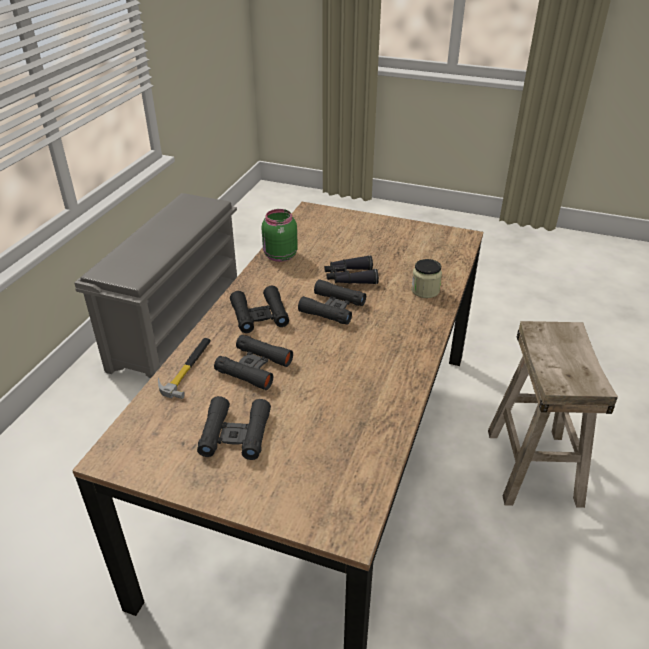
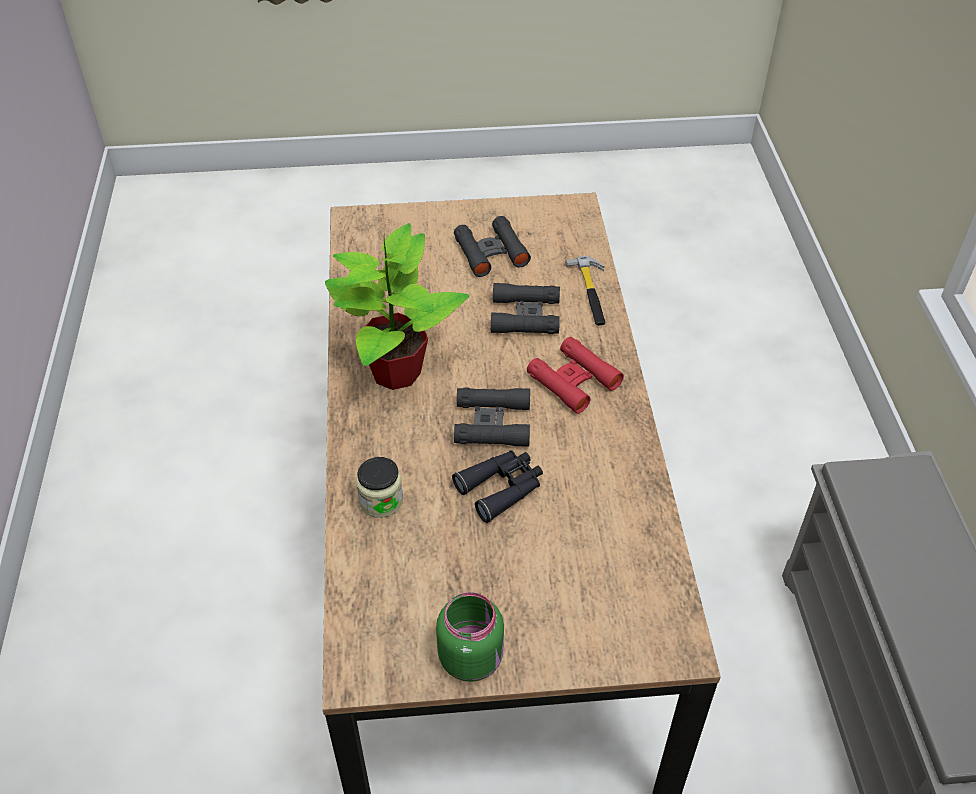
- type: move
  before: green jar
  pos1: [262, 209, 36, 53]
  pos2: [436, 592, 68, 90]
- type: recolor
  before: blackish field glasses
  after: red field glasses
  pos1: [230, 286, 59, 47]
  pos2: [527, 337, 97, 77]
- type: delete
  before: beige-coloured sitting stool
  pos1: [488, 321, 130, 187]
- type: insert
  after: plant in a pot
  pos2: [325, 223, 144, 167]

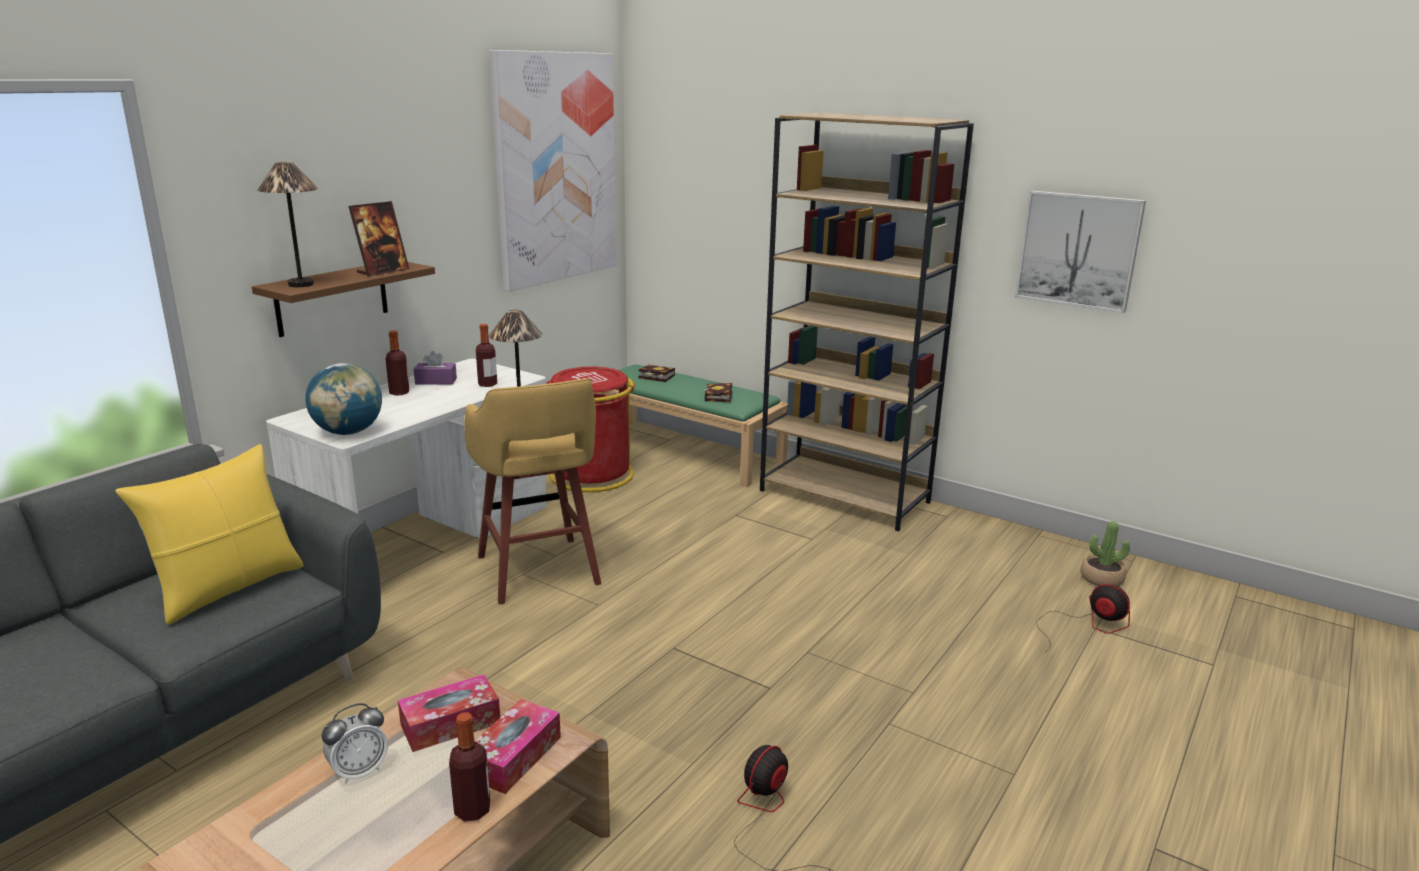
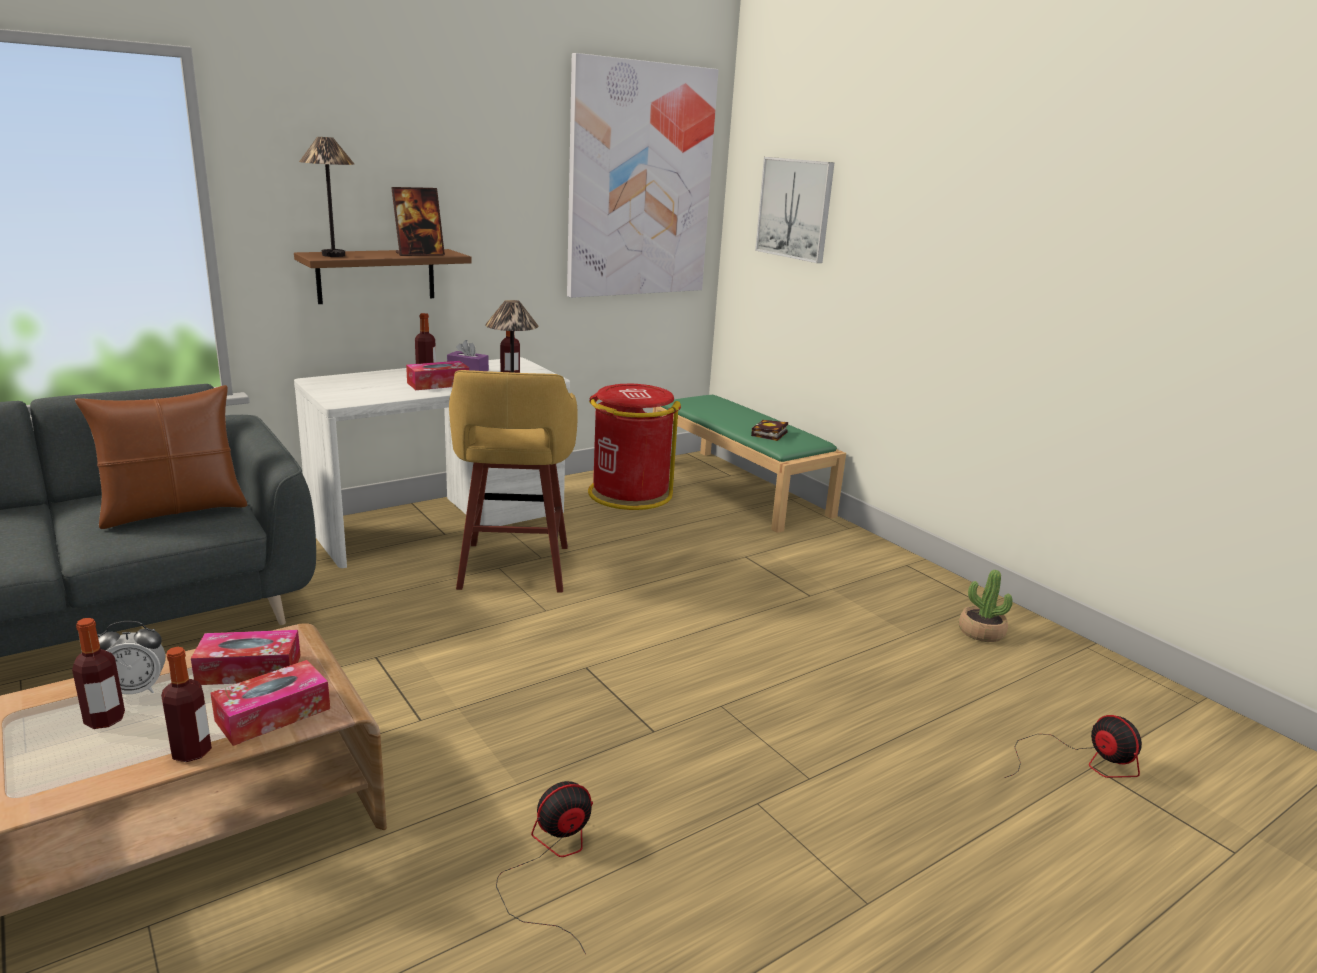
- type: delete
  before: brownish bookshelf
  pos1: [760, 113, 214, 418]
- type: move
  before: picture
  pos1: [1015, 191, 131, 122]
  pos2: [755, 157, 79, 106]
- type: delete
  before: globe
  pos1: [305, 363, 77, 72]
- type: delete
  before: bound book
  pos1: [639, 365, 36, 17]
- type: recolor
  before: yellow-coloured pillow
  after: brownish pillow
  pos1: [115, 444, 189, 181]
  pos2: [75, 385, 172, 144]
- type: move
  before: plant in a pot
  pos1: [1080, 521, 50, 65]
  pos2: [959, 570, 54, 72]
- type: insert
  after: box of tissues
  pos2: [406, 361, 63, 29]
- type: insert
  after: drink bottle
  pos2: [72, 618, 53, 111]

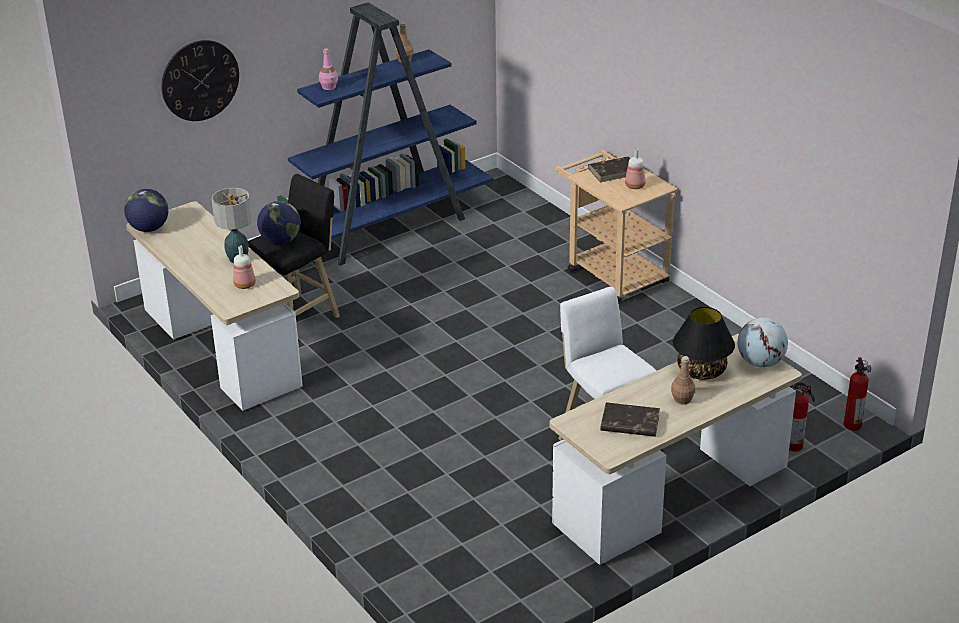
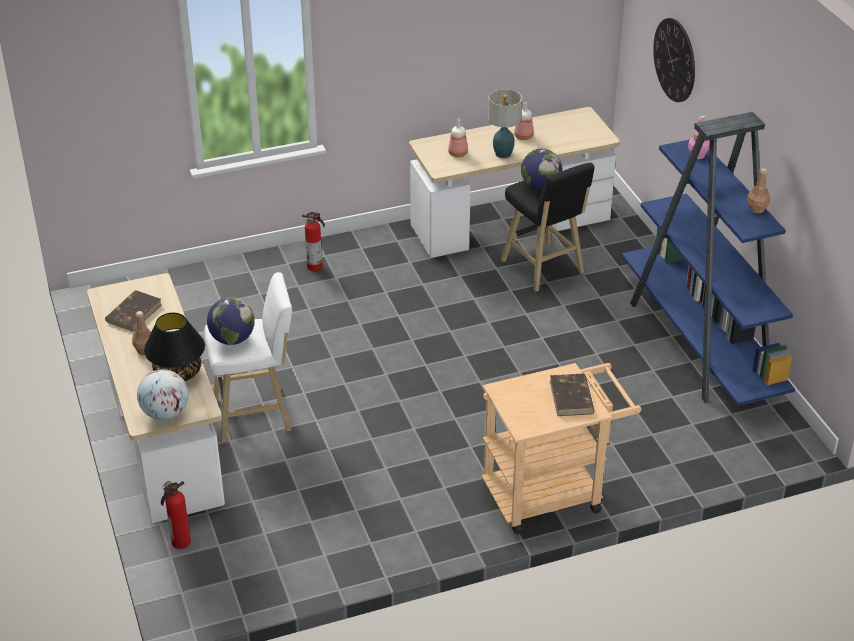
- type: move
  before: drink bottle
  pos1: [625, 148, 20, 41]
  pos2: [514, 102, 19, 38]
- type: move
  before: globe
  pos1: [124, 189, 44, 43]
  pos2: [207, 297, 48, 48]
- type: move
  before: fire extinguisher
  pos1: [844, 357, 27, 74]
  pos2: [302, 212, 23, 59]

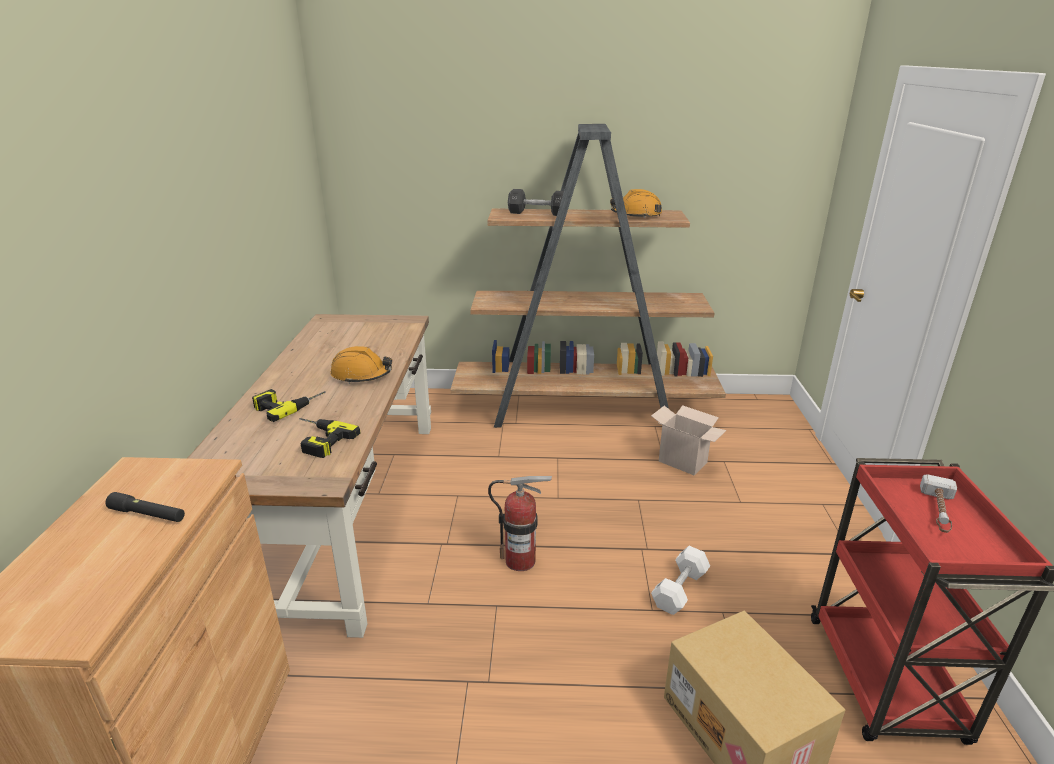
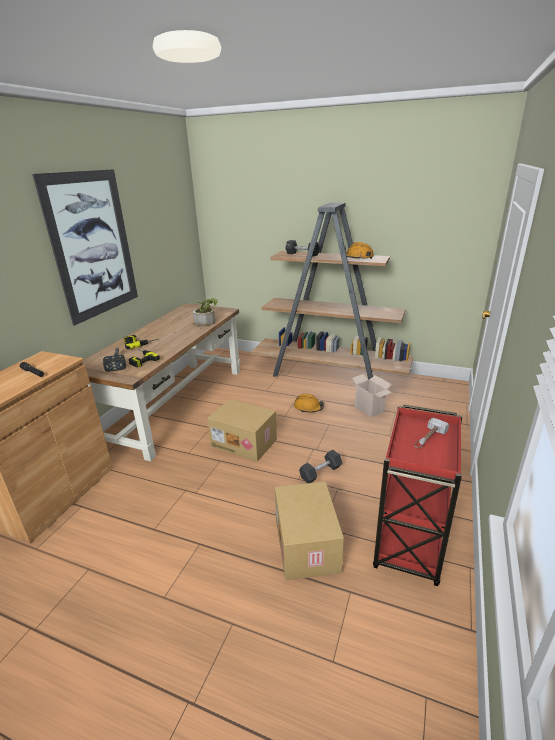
- type: move
  before: orange-coloured work helmet
  pos1: [331, 346, 61, 38]
  pos2: [294, 394, 30, 19]
- type: replace
  before: fire extinguisher
  after: carton
  pos1: [488, 476, 64, 95]
  pos2: [207, 399, 70, 63]
- type: recolor
  before: white-coloured free weight
  after: blackish free weight
  pos1: [651, 546, 59, 69]
  pos2: [299, 450, 43, 33]
- type: insert
  after: picture
  pos2: [32, 169, 106, 157]
- type: insert
  after: plant in a pot
  pos2: [193, 298, 25, 29]
- type: insert
  after: tool hammer
  pos2: [103, 348, 23, 24]

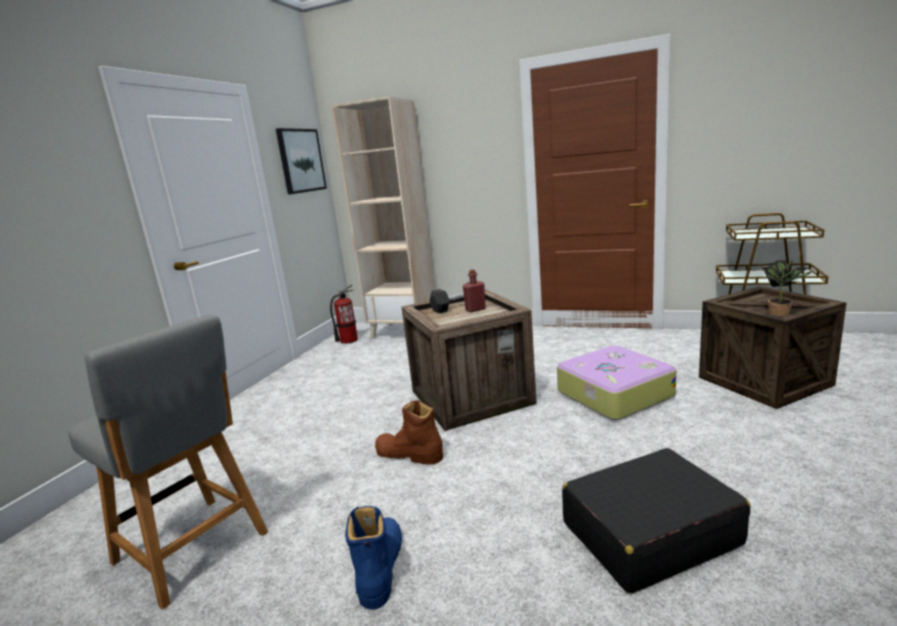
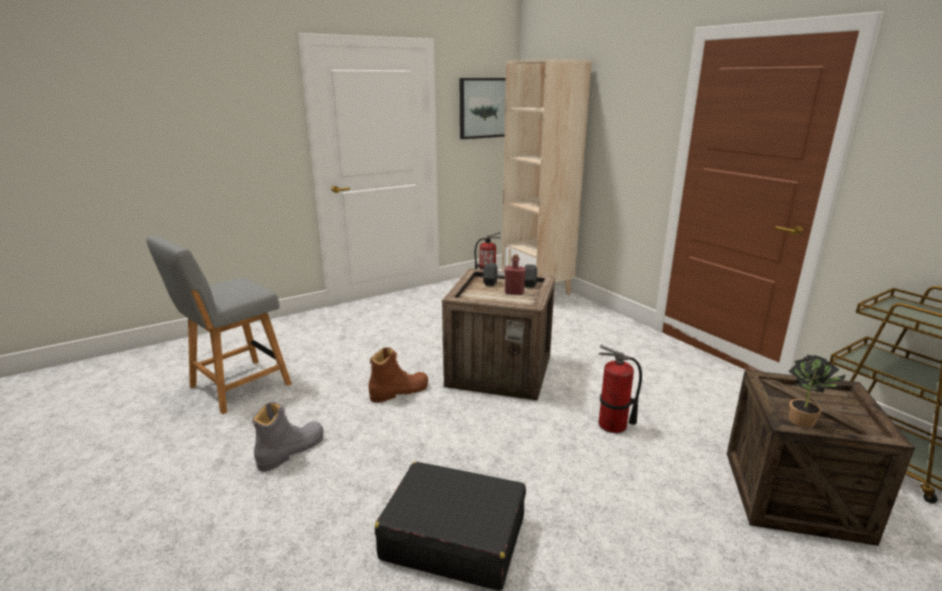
- type: rotate
  before: greyish chair
  pos1: [68, 315, 200, 295]
  pos2: [146, 235, 146, 179]
  turn: 60
- type: replace
  before: suitcase
  after: fire extinguisher
  pos1: [557, 346, 119, 74]
  pos2: [598, 345, 44, 88]
- type: rotate
  before: brownish tall boot
  pos1: [375, 400, 68, 64]
  pos2: [368, 348, 60, 55]
  turn: 90
- type: recolor
  before: bluish tall boot
  after: greyish tall boot
  pos1: [345, 506, 57, 103]
  pos2: [252, 402, 72, 70]

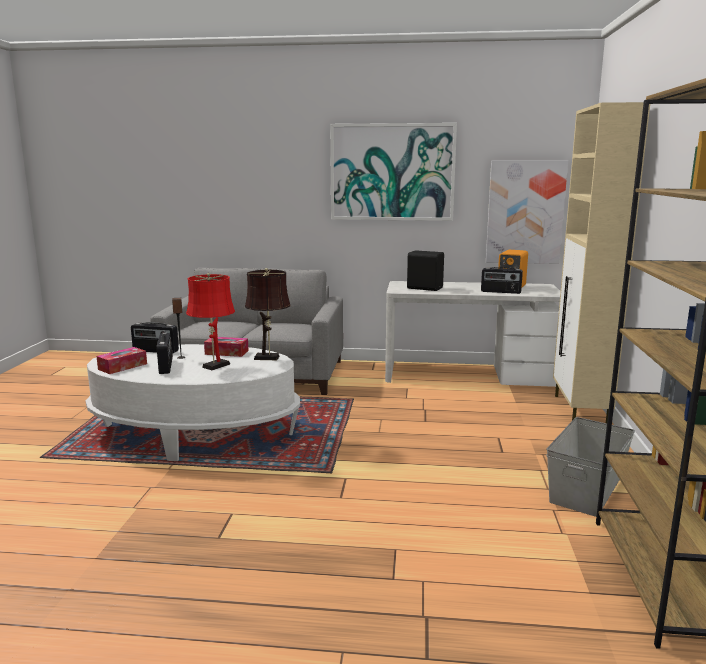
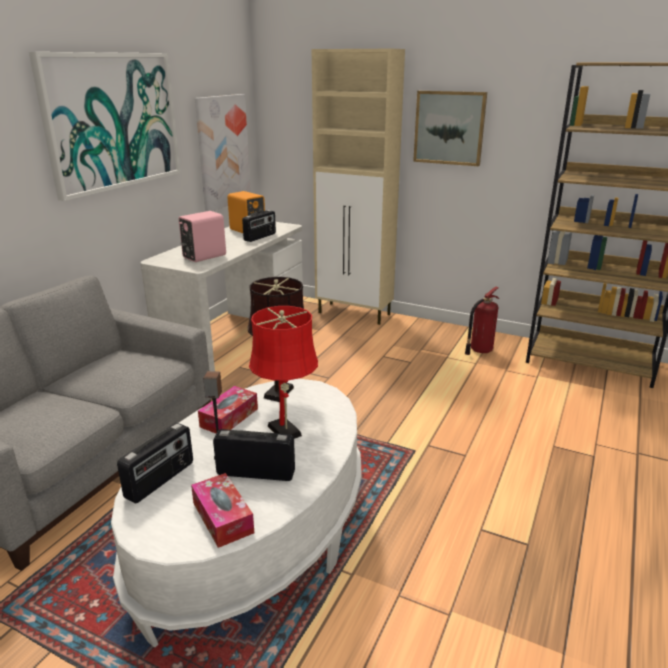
- type: recolor
  before: blackish loudspeaker
  after: pink loudspeaker
  pos1: [407, 250, 37, 41]
  pos2: [179, 211, 47, 51]
- type: replace
  before: greyish storage bin
  after: fire extinguisher
  pos1: [546, 417, 89, 100]
  pos2: [465, 287, 34, 68]
- type: insert
  after: picture
  pos2: [413, 91, 74, 75]

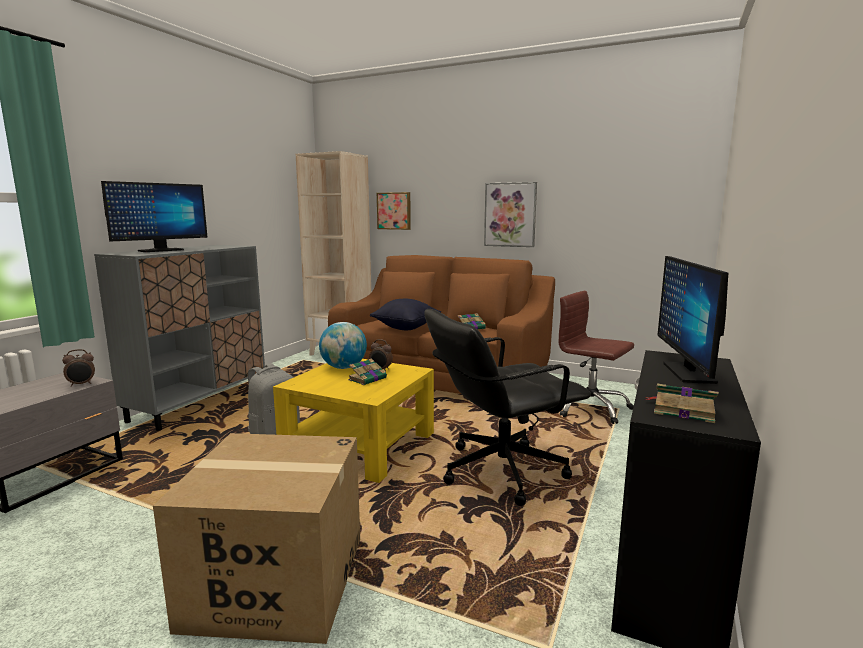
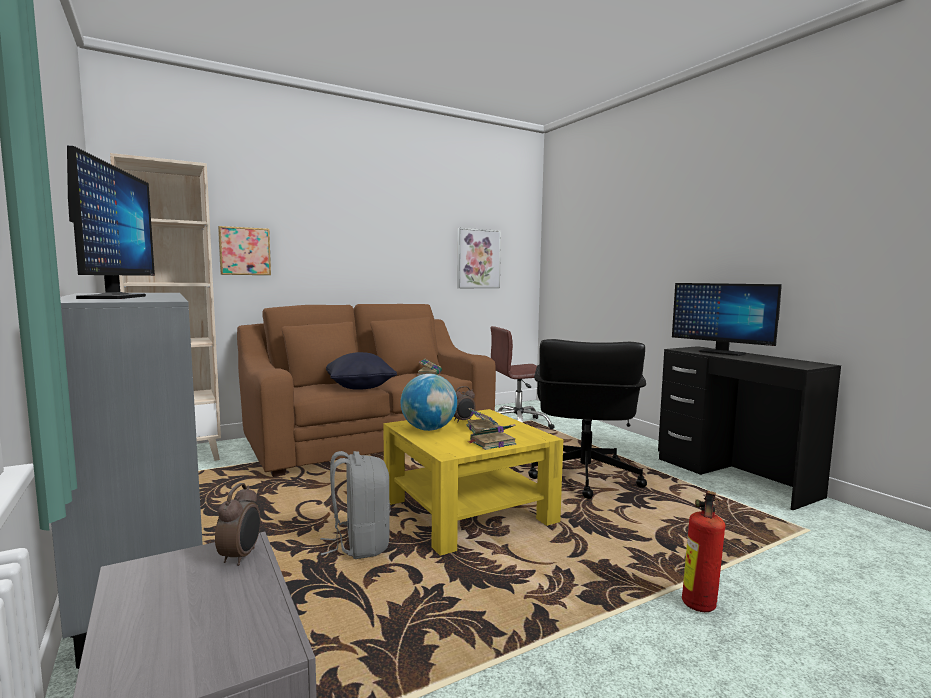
- type: move
  before: picture
  pos1: [484, 182, 53, 65]
  pos2: [457, 228, 44, 61]
- type: move
  before: bound book
  pos1: [645, 384, 74, 39]
  pos2: [468, 424, 49, 26]
- type: replace
  before: carton
  after: fire extinguisher
  pos1: [153, 433, 207, 211]
  pos2: [682, 491, 46, 121]

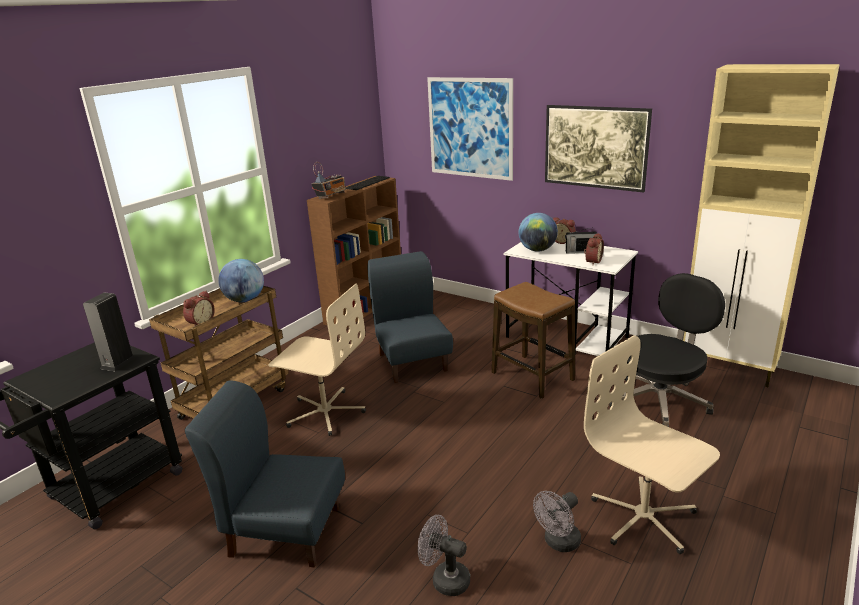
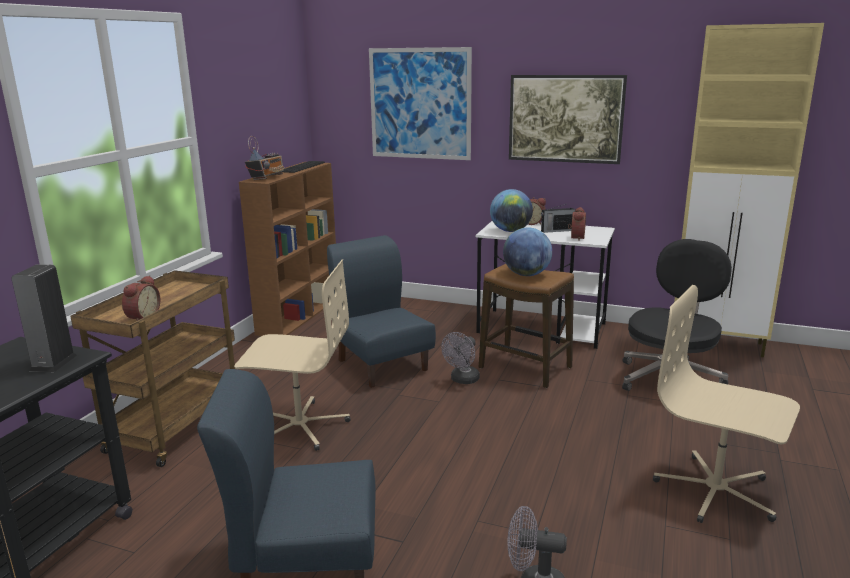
- type: move
  before: globe
  pos1: [218, 259, 46, 43]
  pos2: [503, 227, 49, 49]
- type: move
  before: greyish cooling fan
  pos1: [533, 491, 48, 61]
  pos2: [441, 332, 39, 52]

